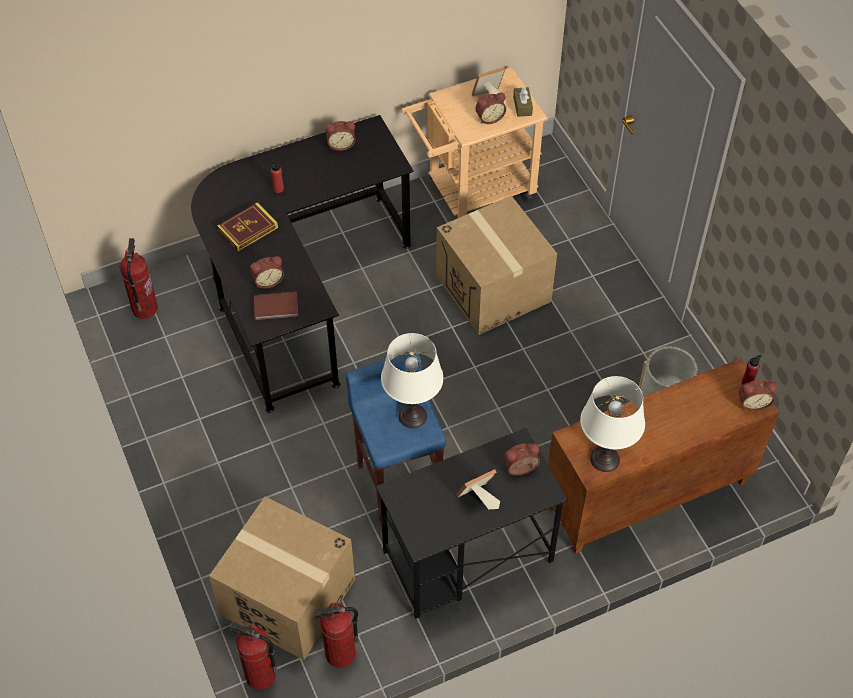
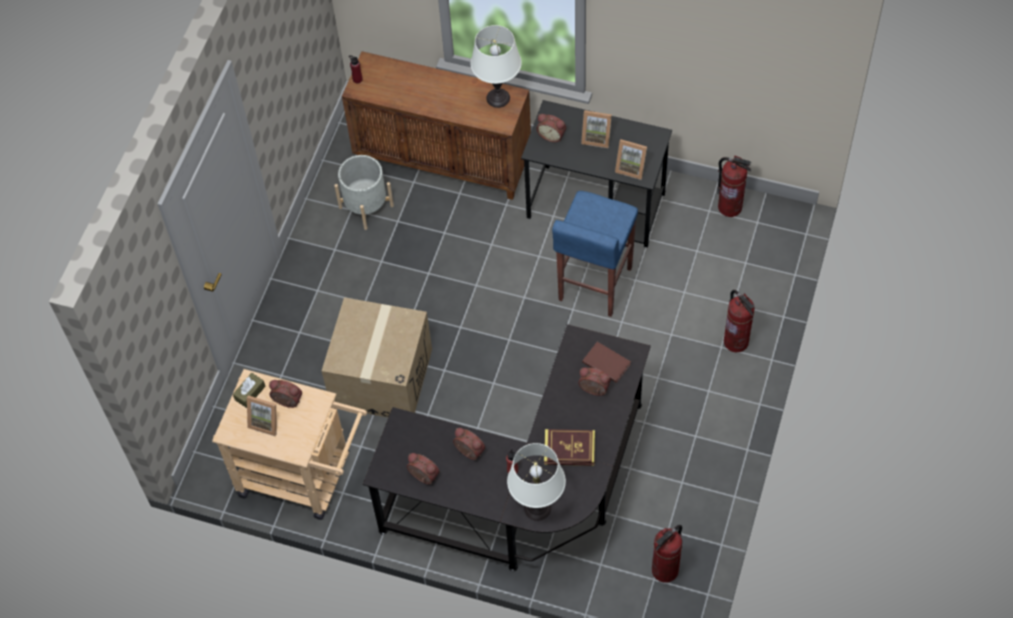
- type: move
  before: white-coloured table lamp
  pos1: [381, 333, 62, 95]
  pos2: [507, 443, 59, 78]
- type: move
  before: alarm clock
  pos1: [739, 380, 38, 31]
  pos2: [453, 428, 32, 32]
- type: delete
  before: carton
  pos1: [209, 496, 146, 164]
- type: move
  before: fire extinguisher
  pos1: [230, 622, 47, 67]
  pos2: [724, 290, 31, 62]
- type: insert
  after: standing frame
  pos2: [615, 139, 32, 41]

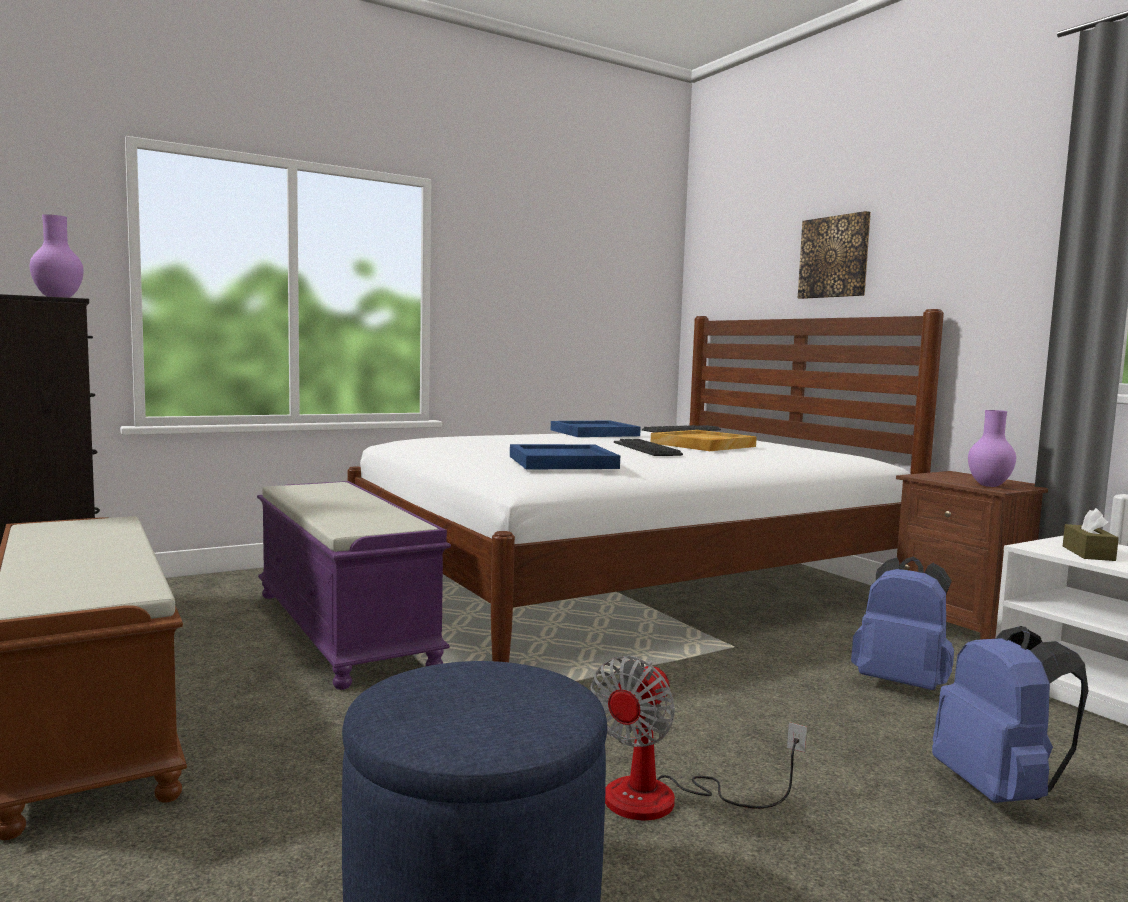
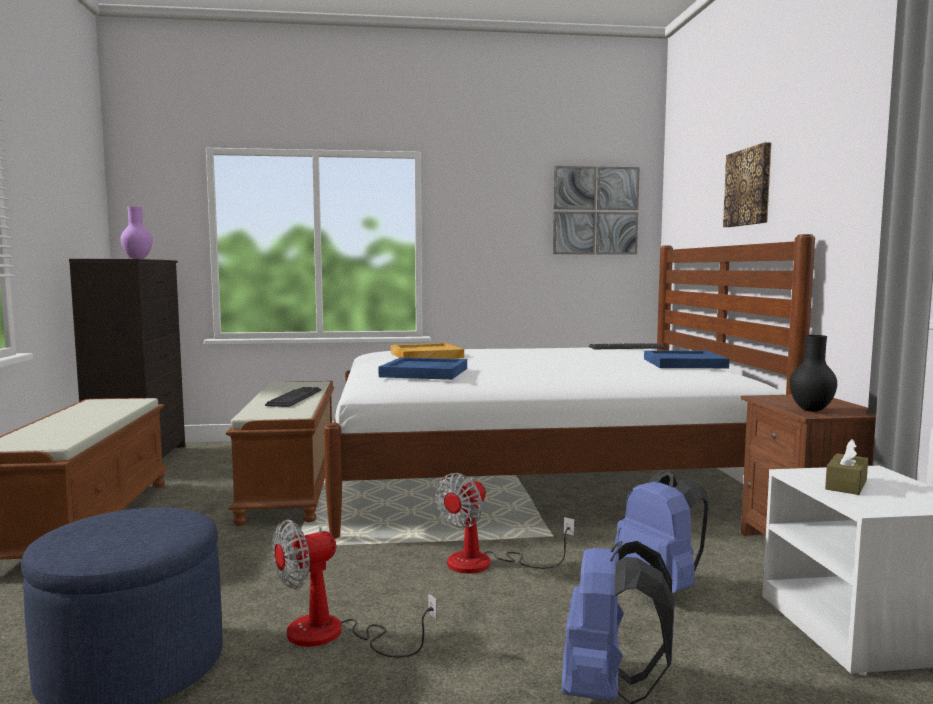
- type: recolor
  before: purple-coloured flower vase
  after: blackish flower vase
  pos1: [968, 410, 48, 77]
  pos2: [789, 335, 48, 77]
- type: move
  before: bluish tray
  pos1: [551, 421, 90, 16]
  pos2: [644, 350, 85, 18]
- type: move
  before: beige-coloured tray
  pos1: [651, 430, 106, 21]
  pos2: [391, 343, 73, 16]
- type: move
  before: keyboard
  pos1: [614, 439, 69, 17]
  pos2: [265, 387, 56, 20]
- type: recolor
  before: purple-coloured long seat
  after: brownish long seat
  pos1: [257, 481, 194, 209]
  pos2: [226, 381, 108, 145]
- type: insert
  after: picture
  pos2: [553, 166, 87, 88]
- type: insert
  after: cooling fan
  pos2: [435, 473, 139, 100]

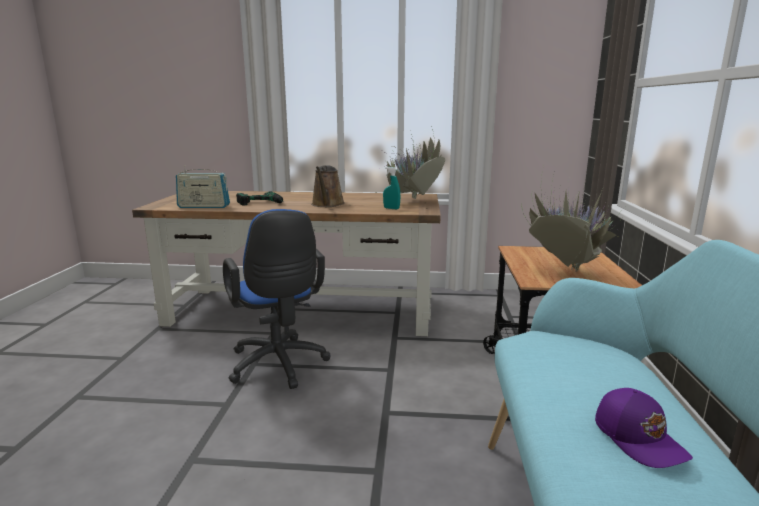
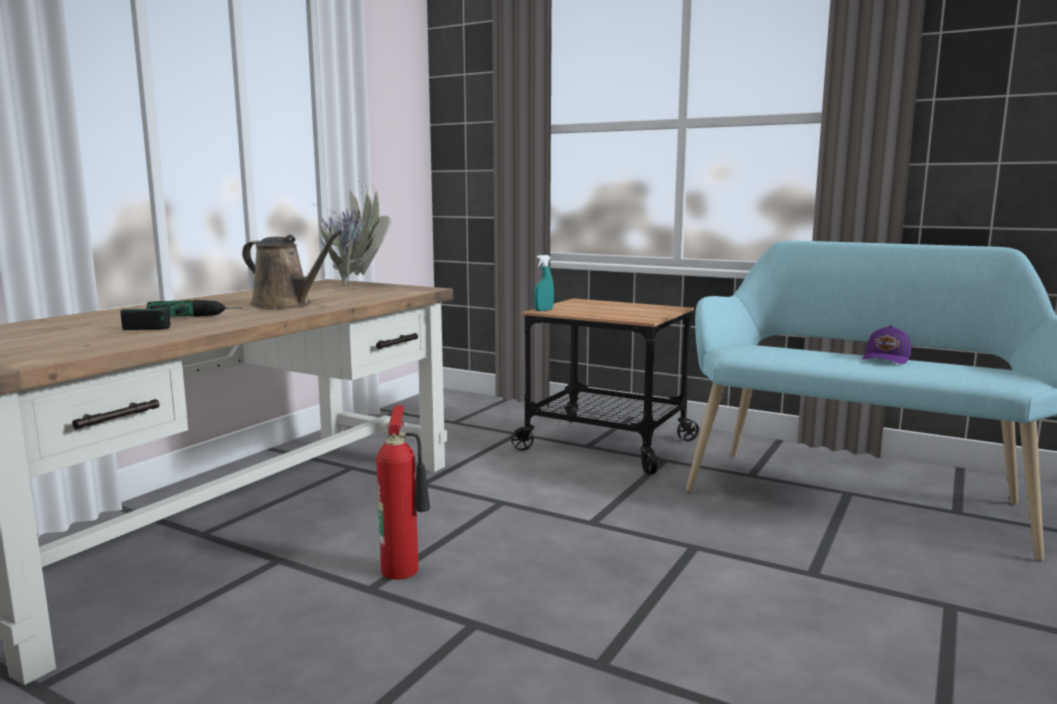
- type: delete
  before: radio receiver
  pos1: [176, 165, 54, 43]
- type: move
  before: turquoise spray bottle
  pos1: [383, 167, 17, 42]
  pos2: [534, 255, 20, 56]
- type: delete
  before: plant in a pot
  pos1: [521, 170, 103, 103]
- type: replace
  before: bluish desk chair
  after: fire extinguisher
  pos1: [223, 209, 108, 180]
  pos2: [376, 405, 54, 175]
- type: rotate
  before: purple-coloured peaked cap
  pos1: [595, 388, 98, 80]
  pos2: [862, 325, 49, 39]
  turn: 120

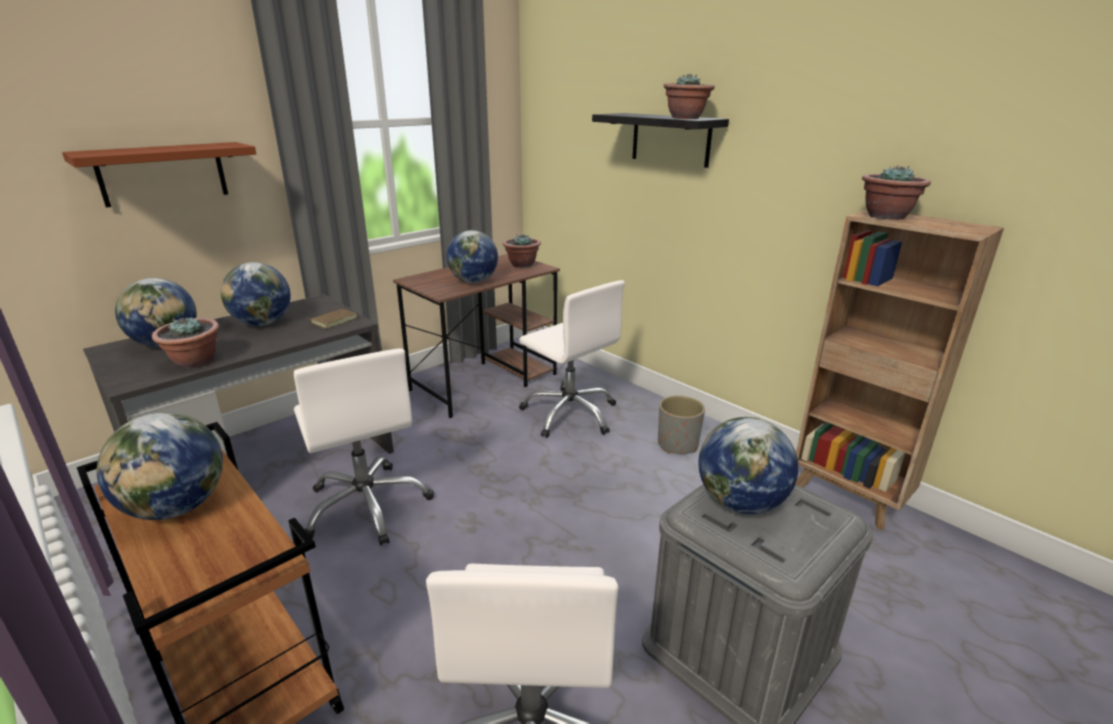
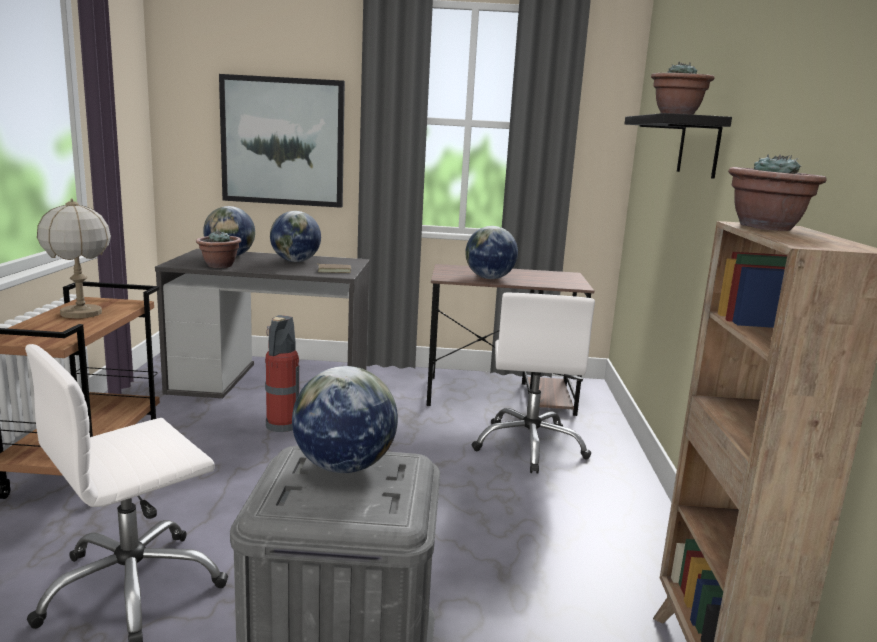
- type: replace
  before: brownish shelf
  after: picture
  pos1: [62, 142, 194, 66]
  pos2: [219, 74, 126, 134]
- type: delete
  before: plant in a pot
  pos1: [503, 234, 38, 34]
- type: replace
  before: white-coloured desk chair
  after: fire extinguisher
  pos1: [294, 348, 140, 198]
  pos2: [265, 315, 34, 117]
- type: delete
  before: greyish planter
  pos1: [658, 396, 47, 58]
- type: replace
  before: globe
  after: table lamp
  pos1: [97, 412, 126, 108]
  pos2: [37, 198, 74, 120]

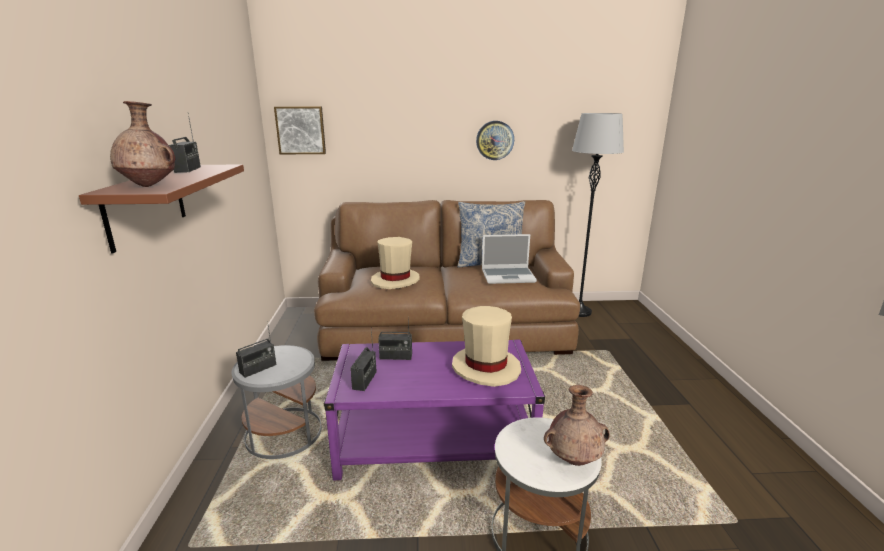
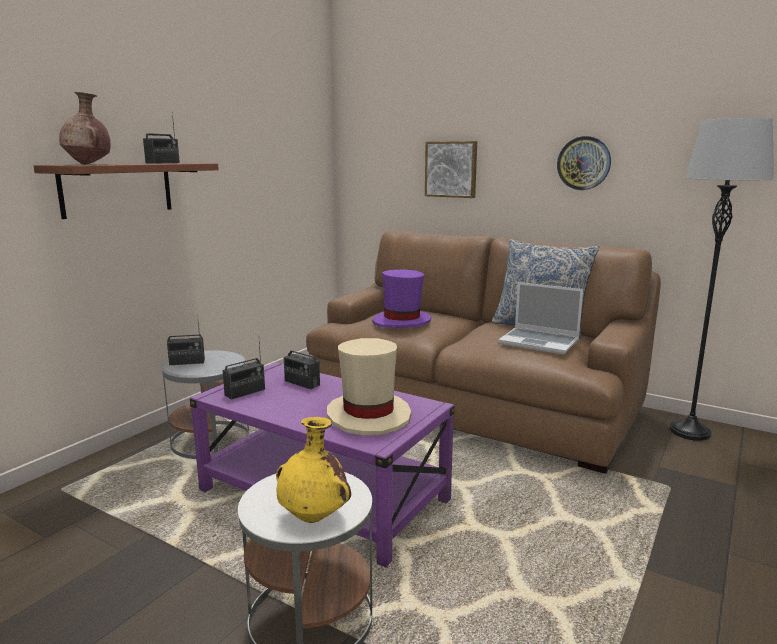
- type: move
  before: picture
  pos1: [274, 106, 52, 48]
  pos2: [425, 141, 52, 57]
- type: recolor
  before: beige-coloured clothing hat
  after: purple-coloured clothing hat
  pos1: [371, 237, 49, 52]
  pos2: [372, 270, 59, 58]
- type: recolor
  before: brownish flower vase
  after: yellow-coloured flower vase
  pos1: [544, 385, 66, 81]
  pos2: [276, 417, 75, 106]

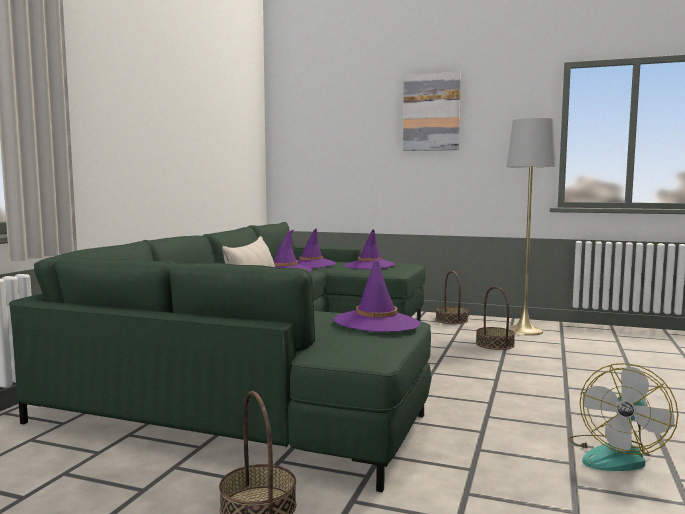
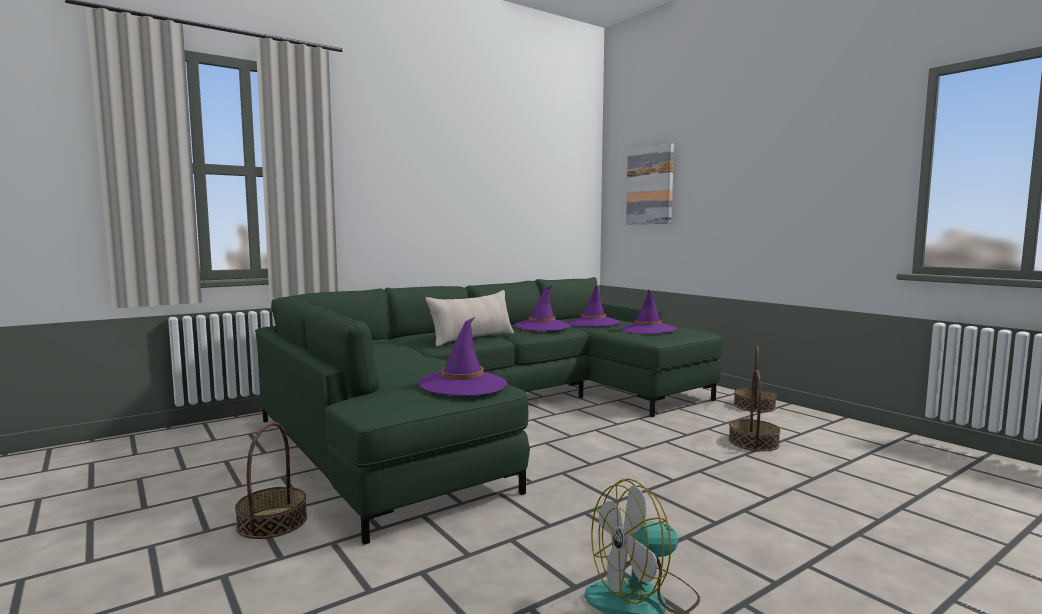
- type: move
  before: picture
  pos1: [403, 72, 58, 79]
  pos2: [626, 143, 48, 81]
- type: delete
  before: greyish floor lamp
  pos1: [507, 118, 49, 218]

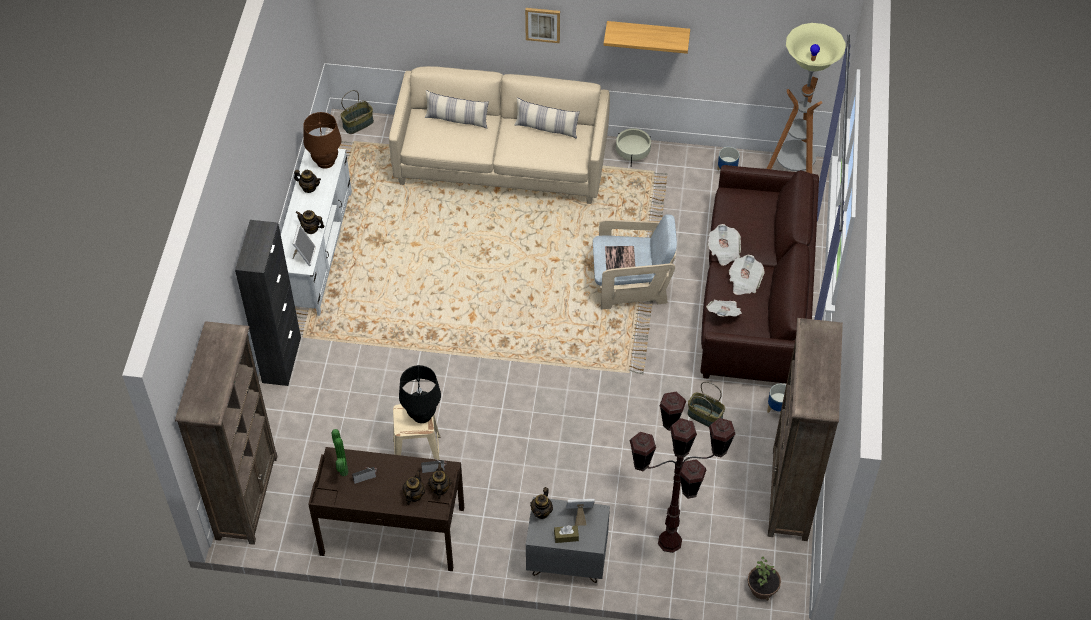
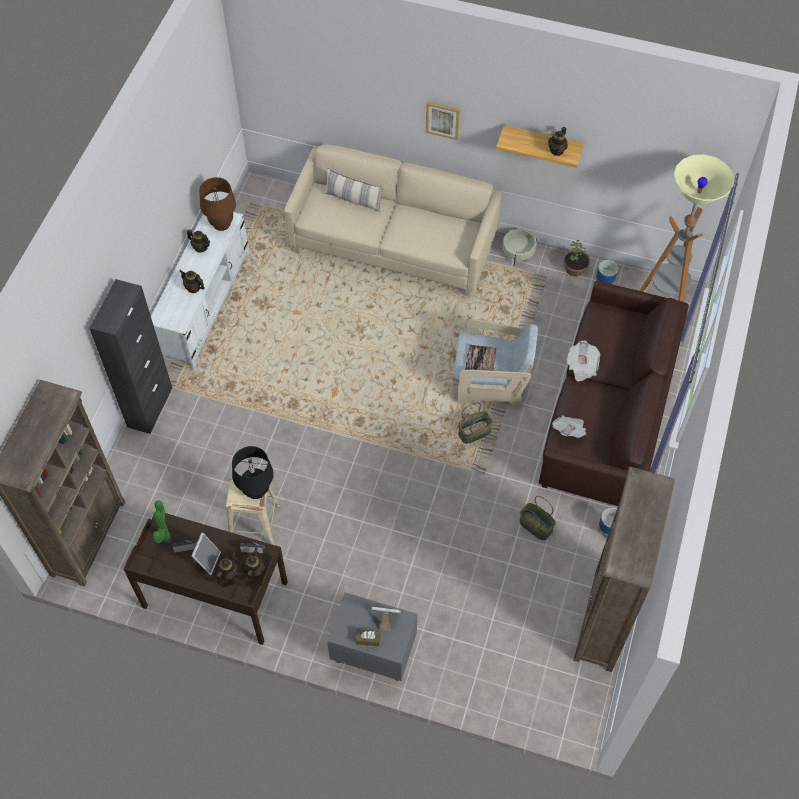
- type: move
  before: basket
  pos1: [340, 90, 34, 44]
  pos2: [458, 402, 35, 42]
- type: delete
  before: pillow
  pos1: [514, 98, 66, 41]
- type: move
  before: standing frame
  pos1: [293, 225, 23, 41]
  pos2: [191, 533, 30, 42]
- type: delete
  before: printed paper
  pos1: [728, 255, 37, 40]
- type: delete
  before: brownish floor lamp
  pos1: [630, 392, 105, 161]
- type: move
  before: teapot
  pos1: [530, 487, 23, 32]
  pos2: [548, 127, 20, 29]
- type: move
  before: plant in a pot
  pos1: [747, 556, 34, 45]
  pos2: [563, 240, 27, 37]

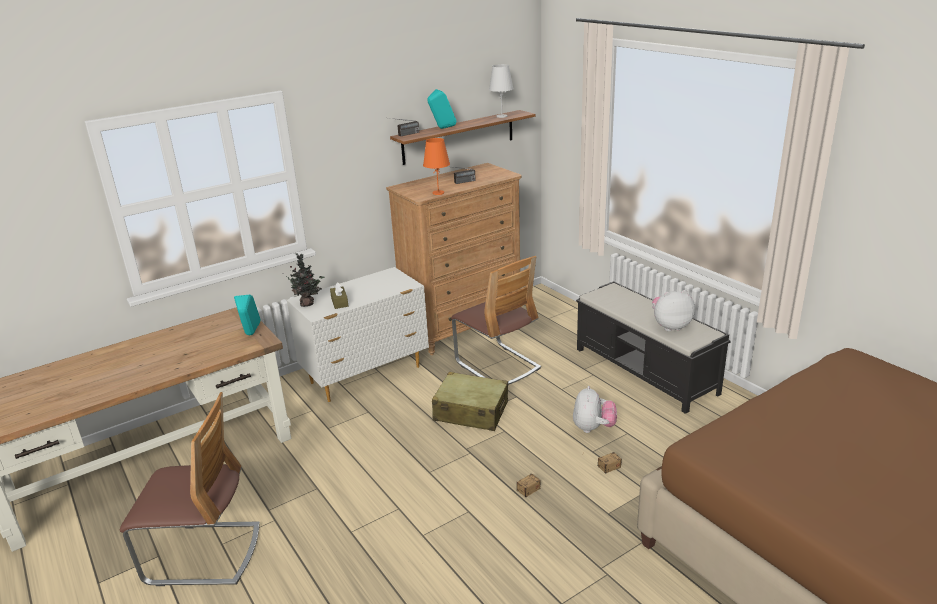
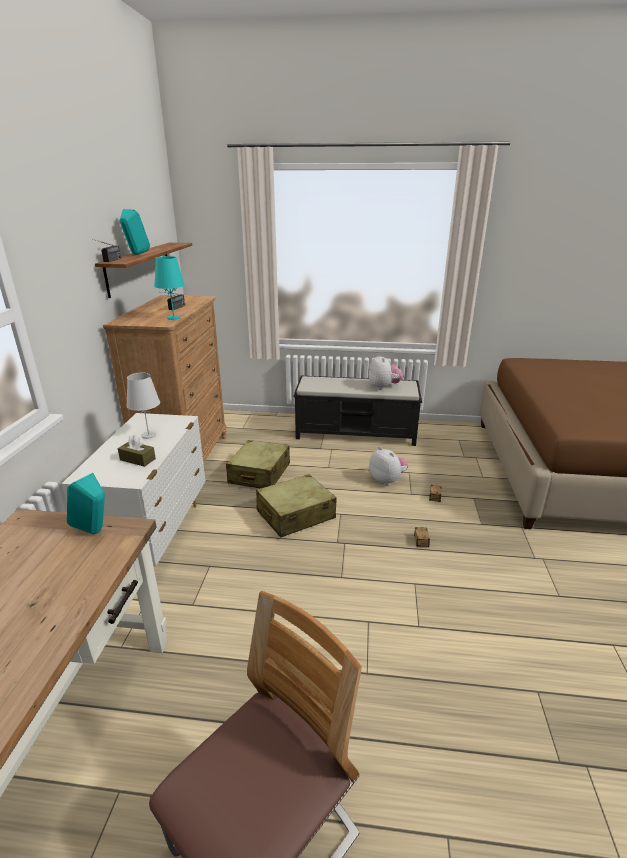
- type: move
  before: white-coloured table lamp
  pos1: [489, 64, 25, 54]
  pos2: [126, 373, 34, 66]
- type: recolor
  before: orange-coloured table lamp
  after: turquoise table lamp
  pos1: [423, 138, 27, 57]
  pos2: [154, 256, 31, 64]
- type: delete
  before: plant in a pot
  pos1: [286, 253, 39, 54]
- type: replace
  before: chair
  after: beige-coloured suitcase
  pos1: [451, 256, 90, 129]
  pos2: [226, 440, 64, 48]
- type: rotate
  before: cuddly toy
  pos1: [652, 290, 43, 41]
  pos2: [368, 354, 35, 36]
  turn: 135

